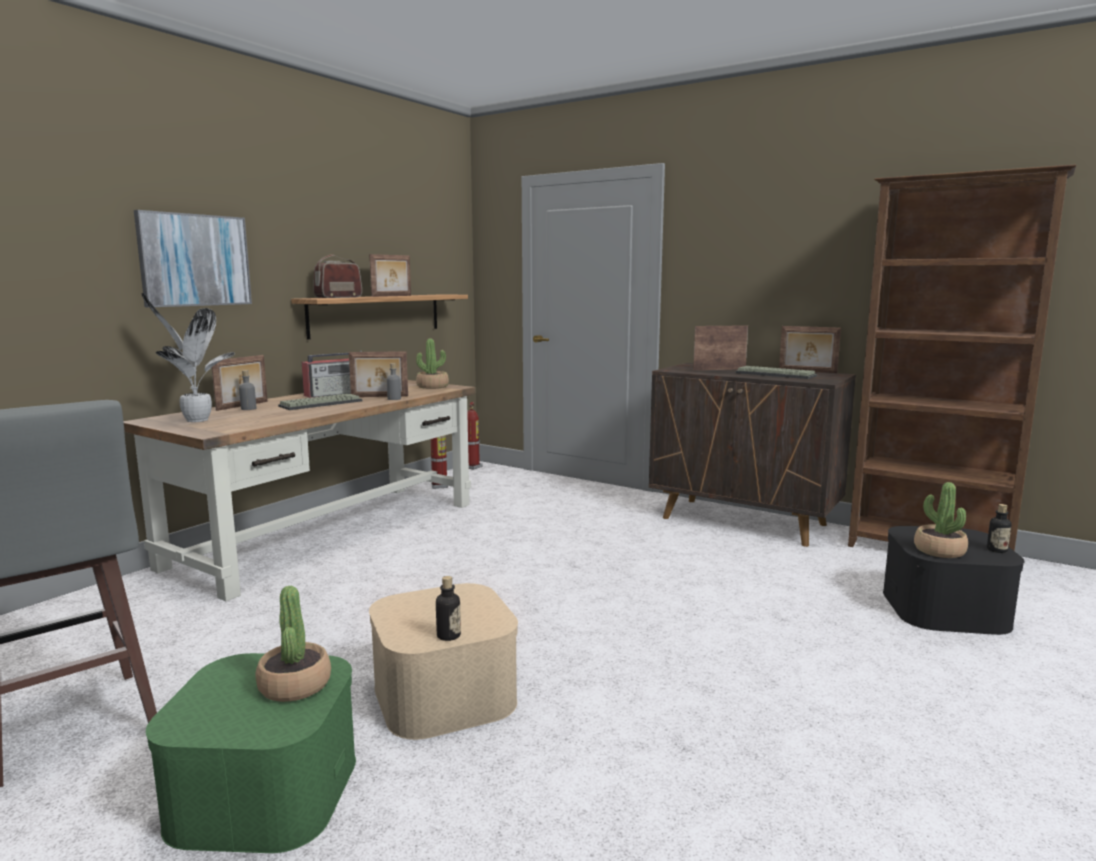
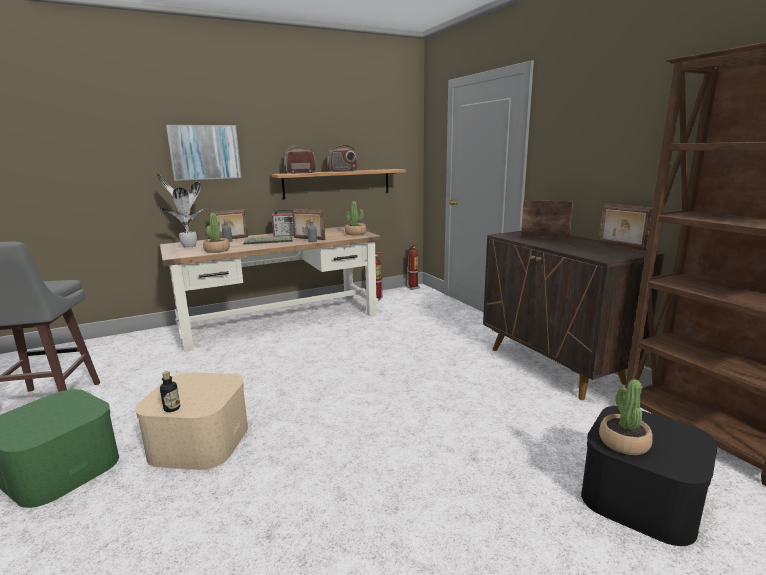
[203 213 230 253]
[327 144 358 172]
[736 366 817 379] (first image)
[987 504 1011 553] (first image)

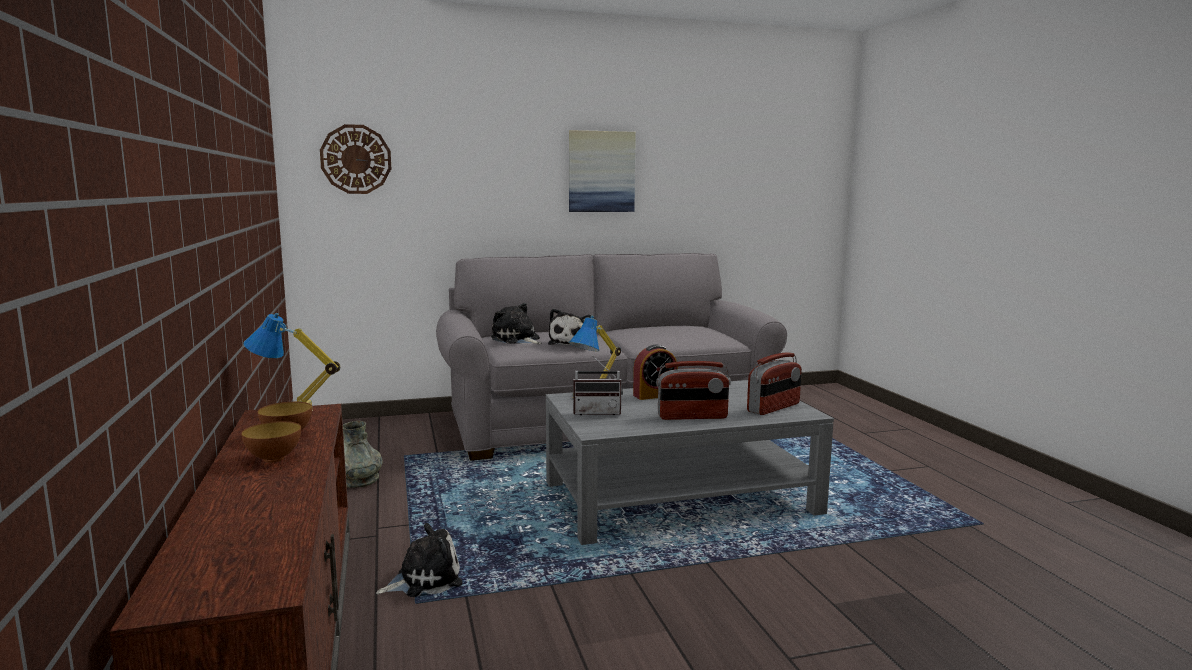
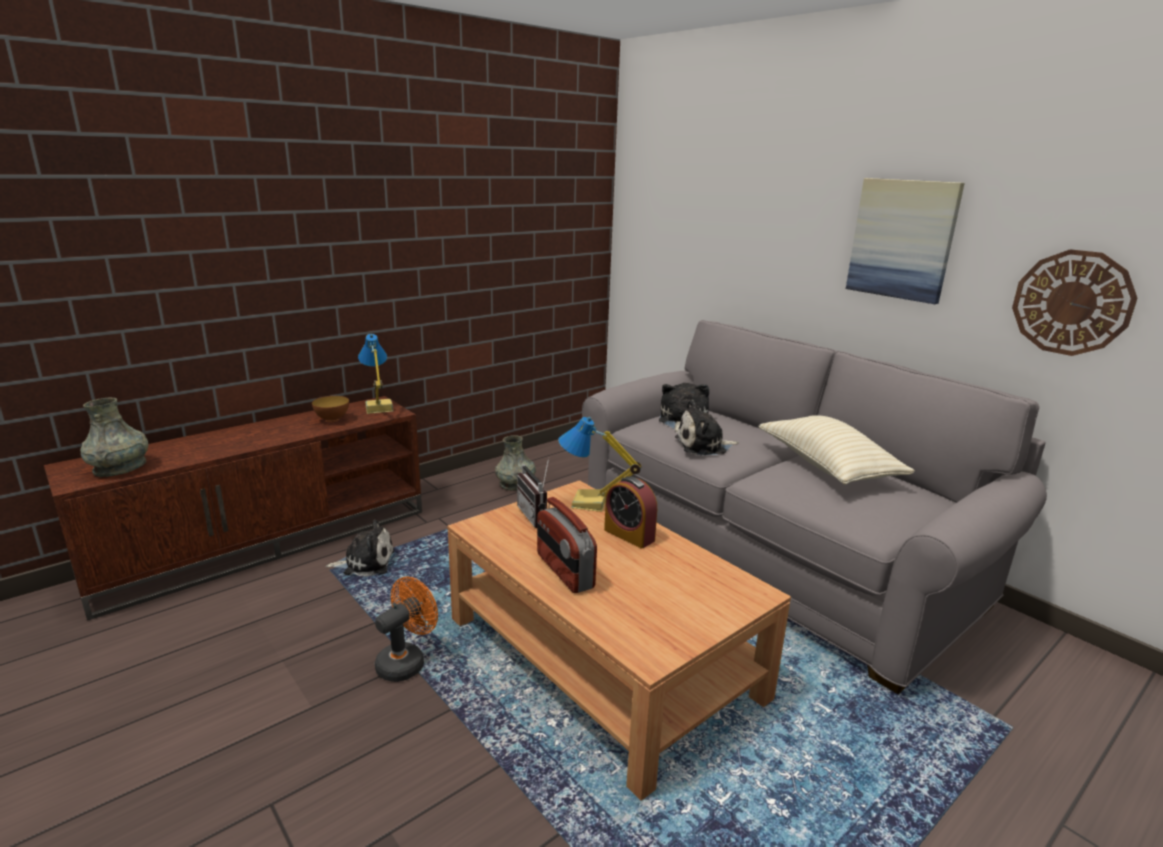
[241 421 301 463] (first image)
[1012 249 1137 356]
[326 520 394 577]
[447 480 791 801]
[747 352 802 415] (first image)
[80 398 148 477]
[375 576 438 682]
[758 415 915 485]

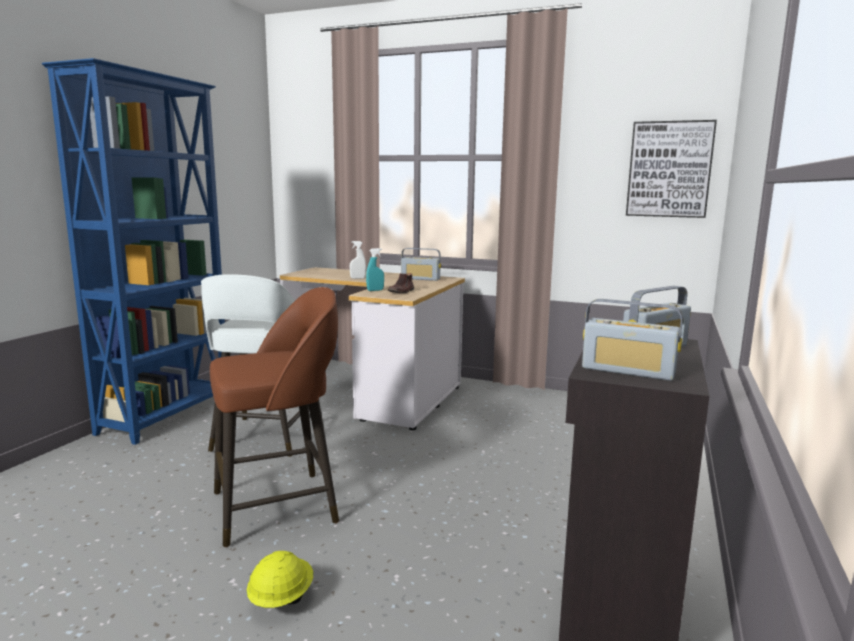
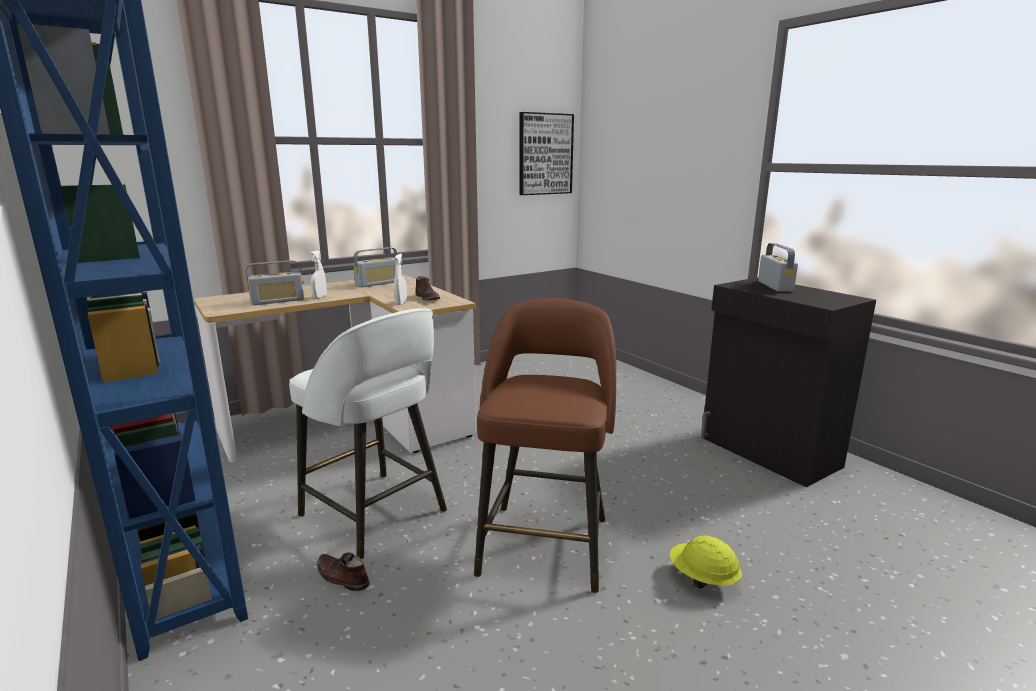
[394 253 407 305]
[246 260 304 305]
[317 552 370 591]

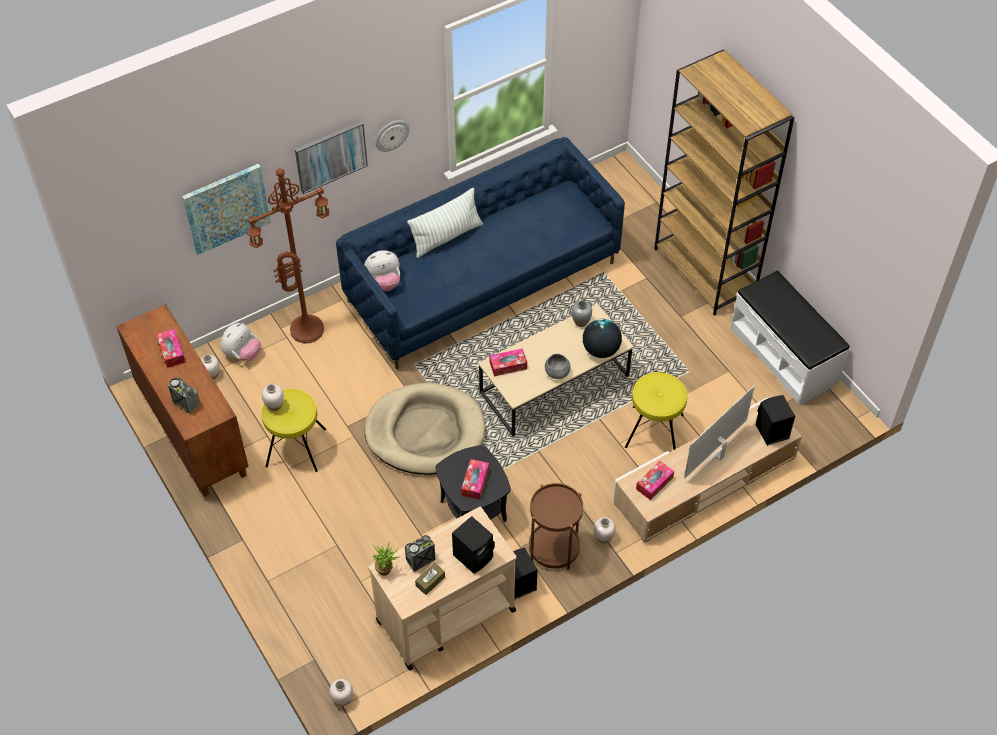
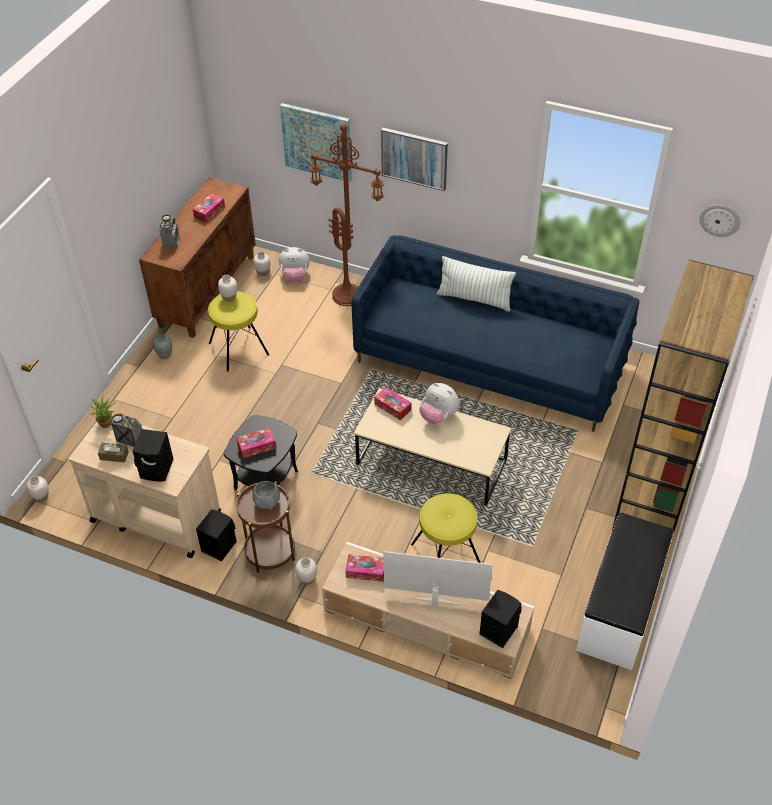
[419 383 460 424]
[365 383 486 475] (first image)
[699 204 741 237]
[252 481 280 509]
[153 334 172 359]
[583 319 622 358] (first image)

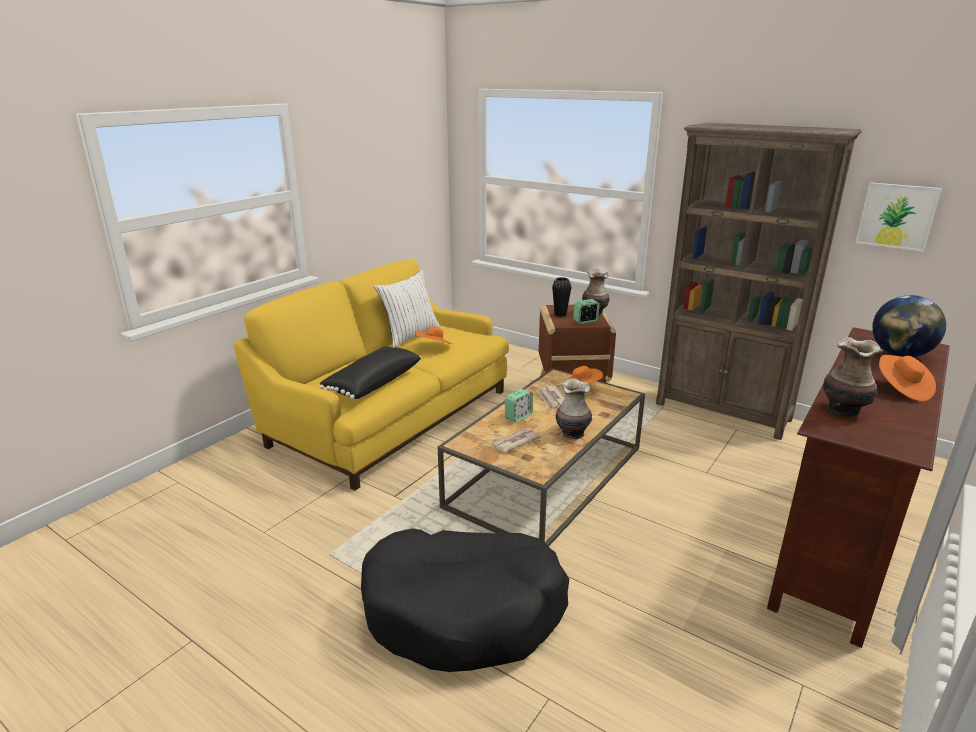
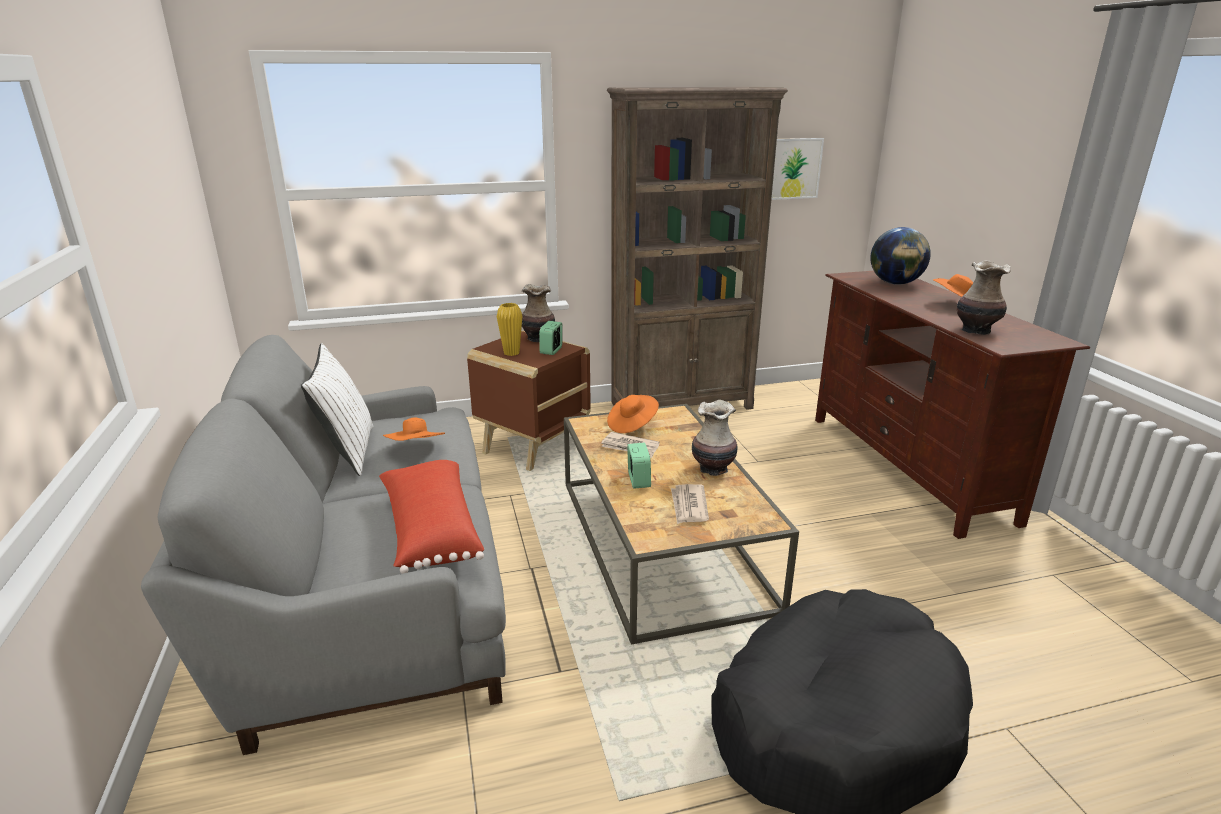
[141 335 506 755]
[379 460 484 574]
[497 303 522 356]

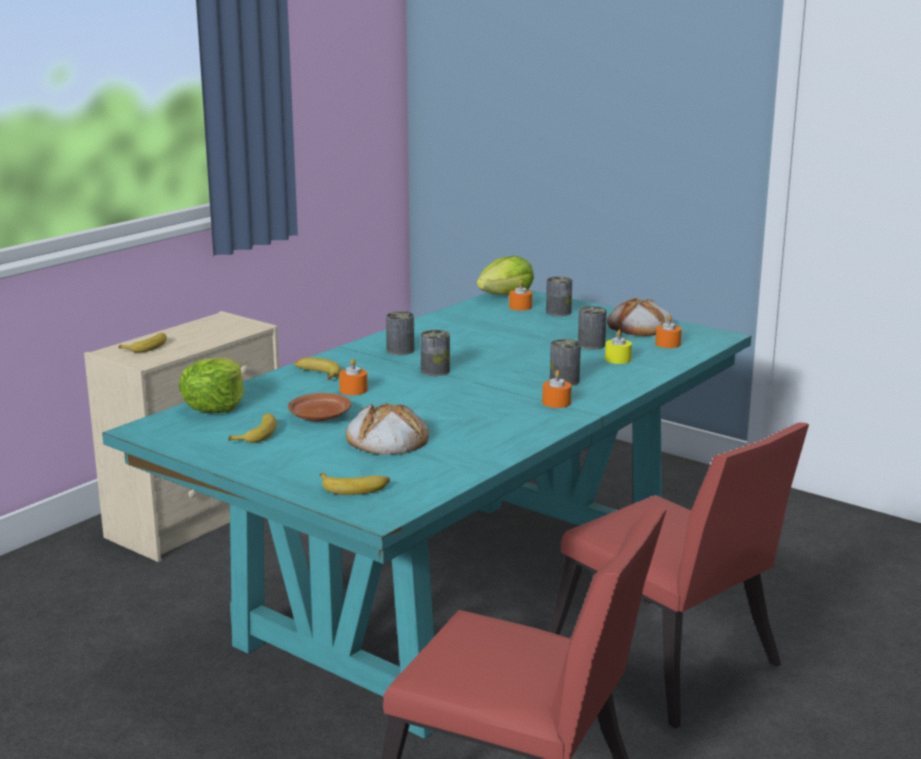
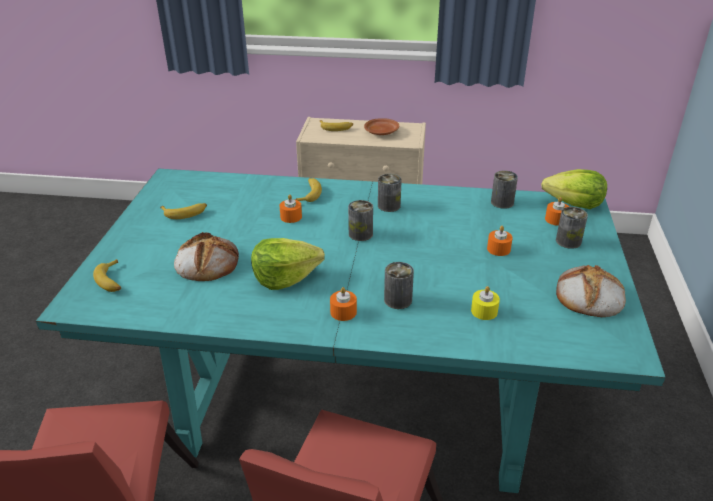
[251 238 325 290]
[364 118 399 135]
[491 170 518 209]
[487 226 513 256]

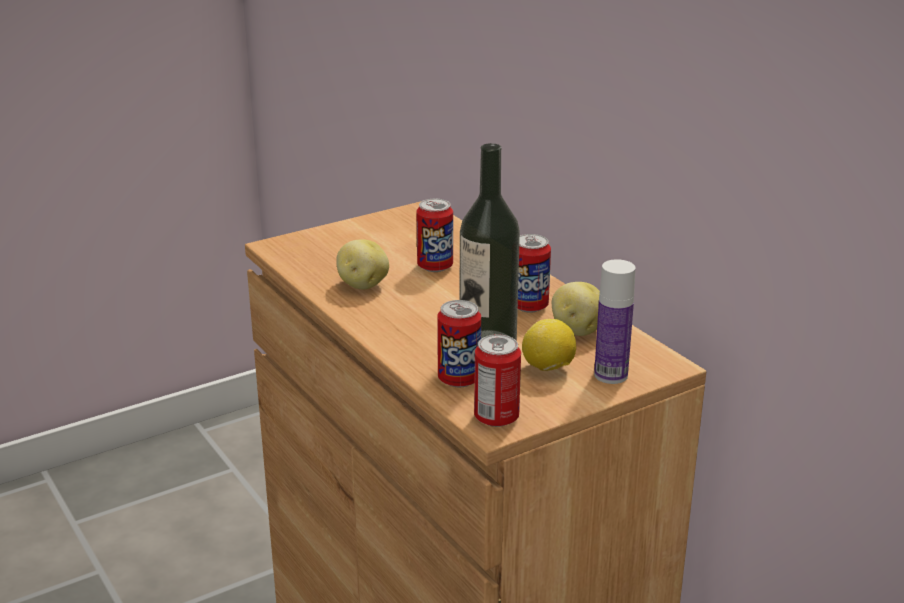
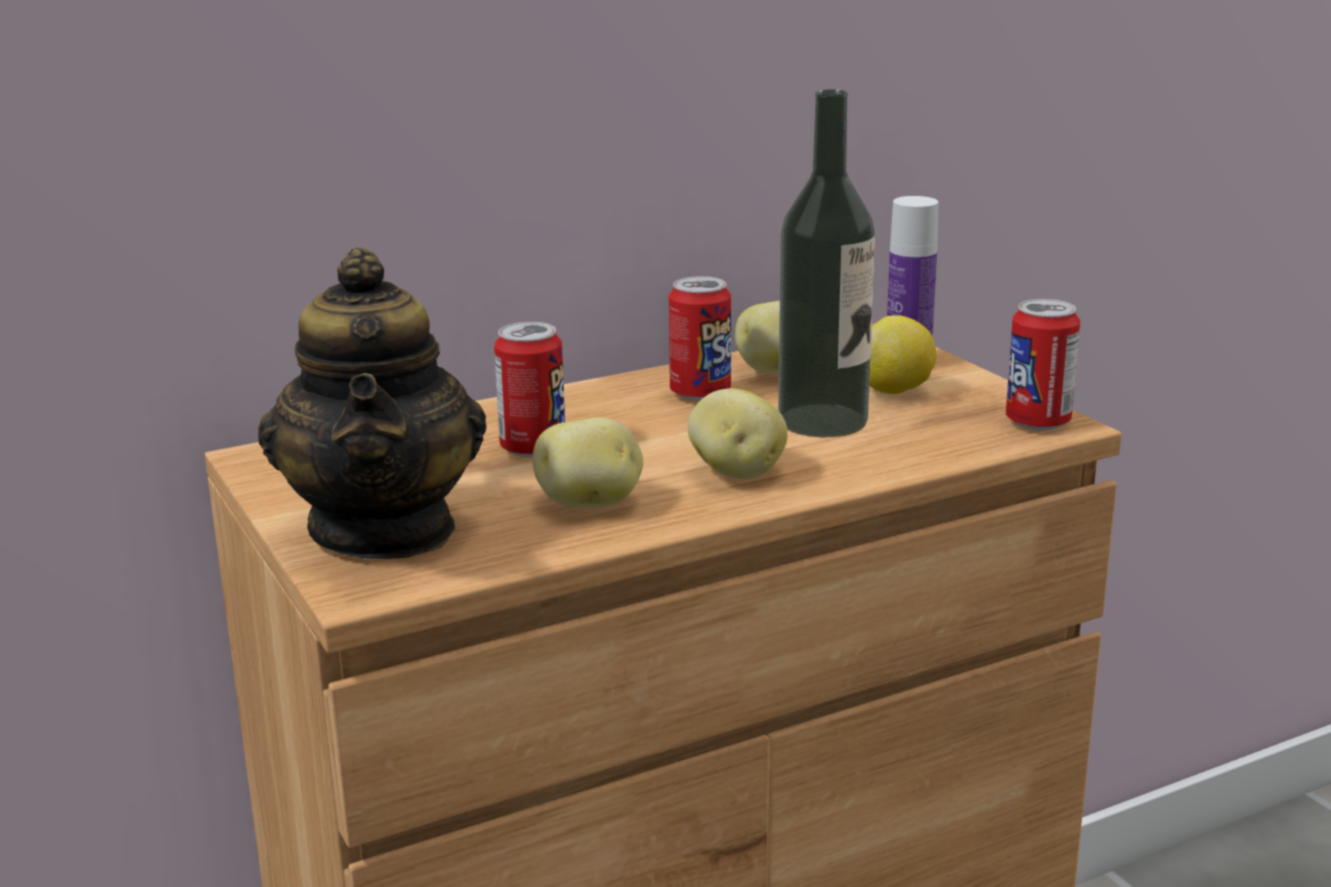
[437 300 481 387] (first image)
[258 247 487 559]
[688 388 788 479]

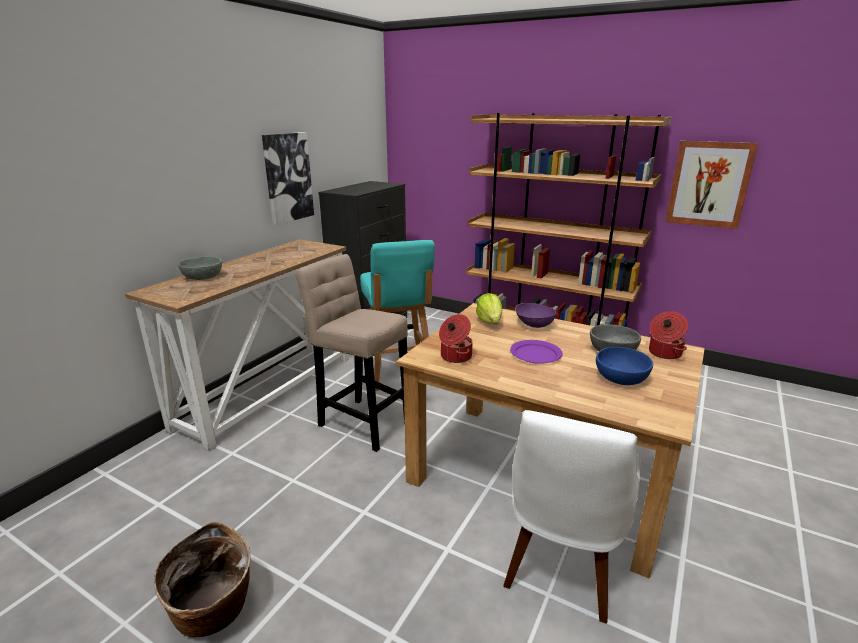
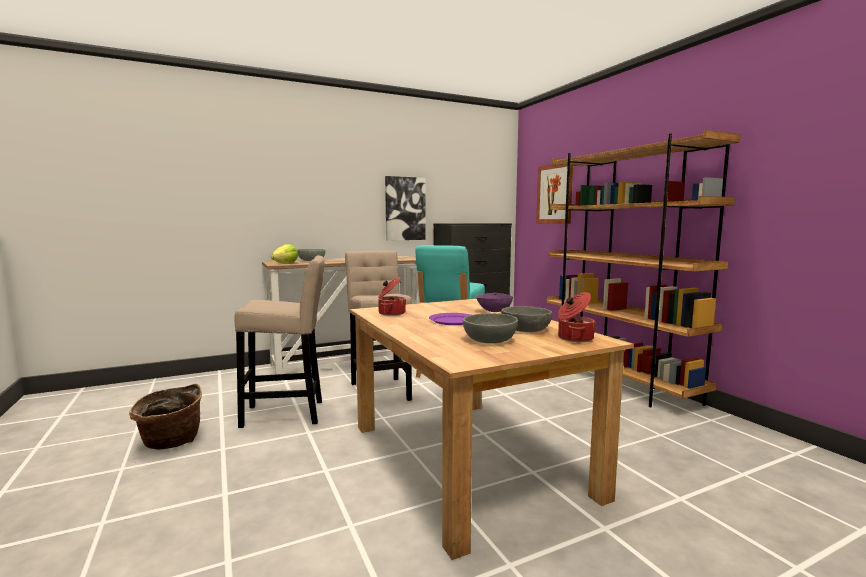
[271 244 298 264]
[503 410 640 624] (first image)
[463 313 518 343]
[536 164 573 224]
[235 255 325 428]

